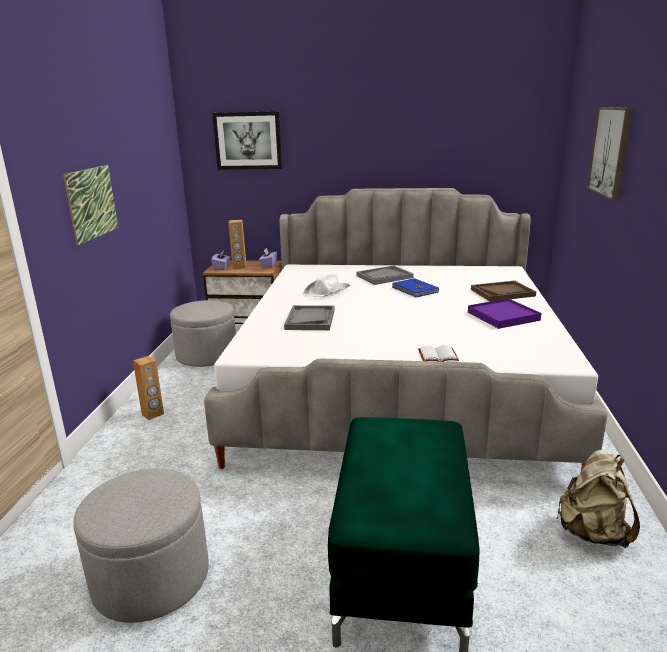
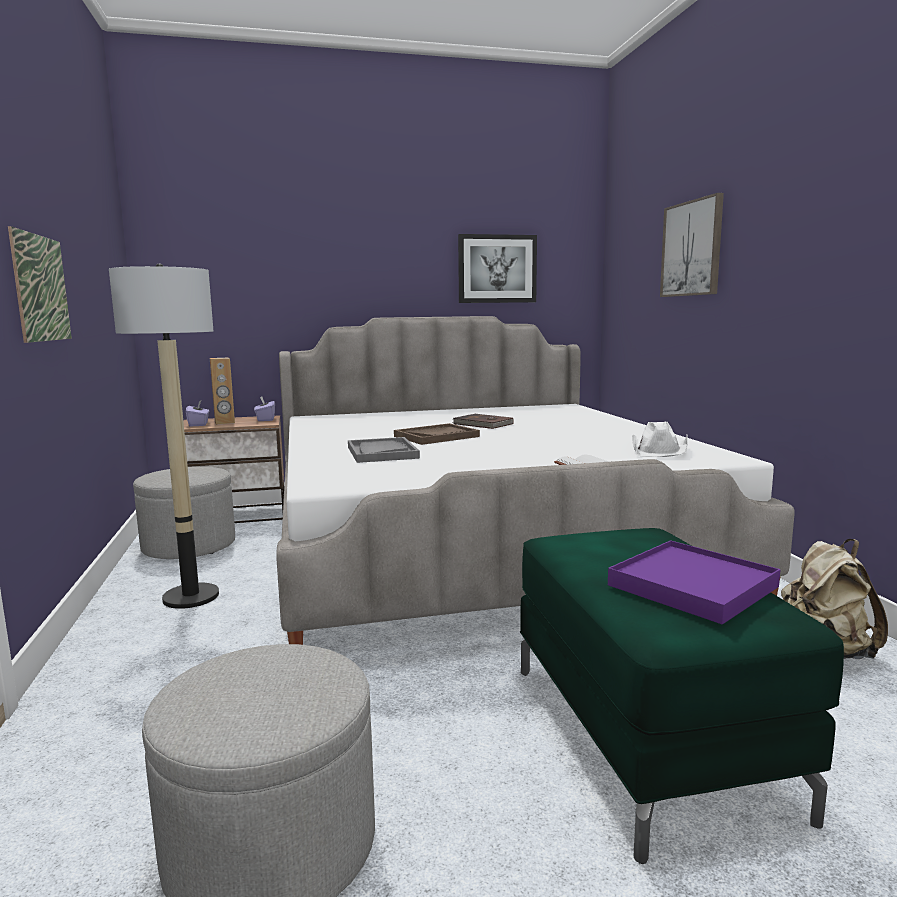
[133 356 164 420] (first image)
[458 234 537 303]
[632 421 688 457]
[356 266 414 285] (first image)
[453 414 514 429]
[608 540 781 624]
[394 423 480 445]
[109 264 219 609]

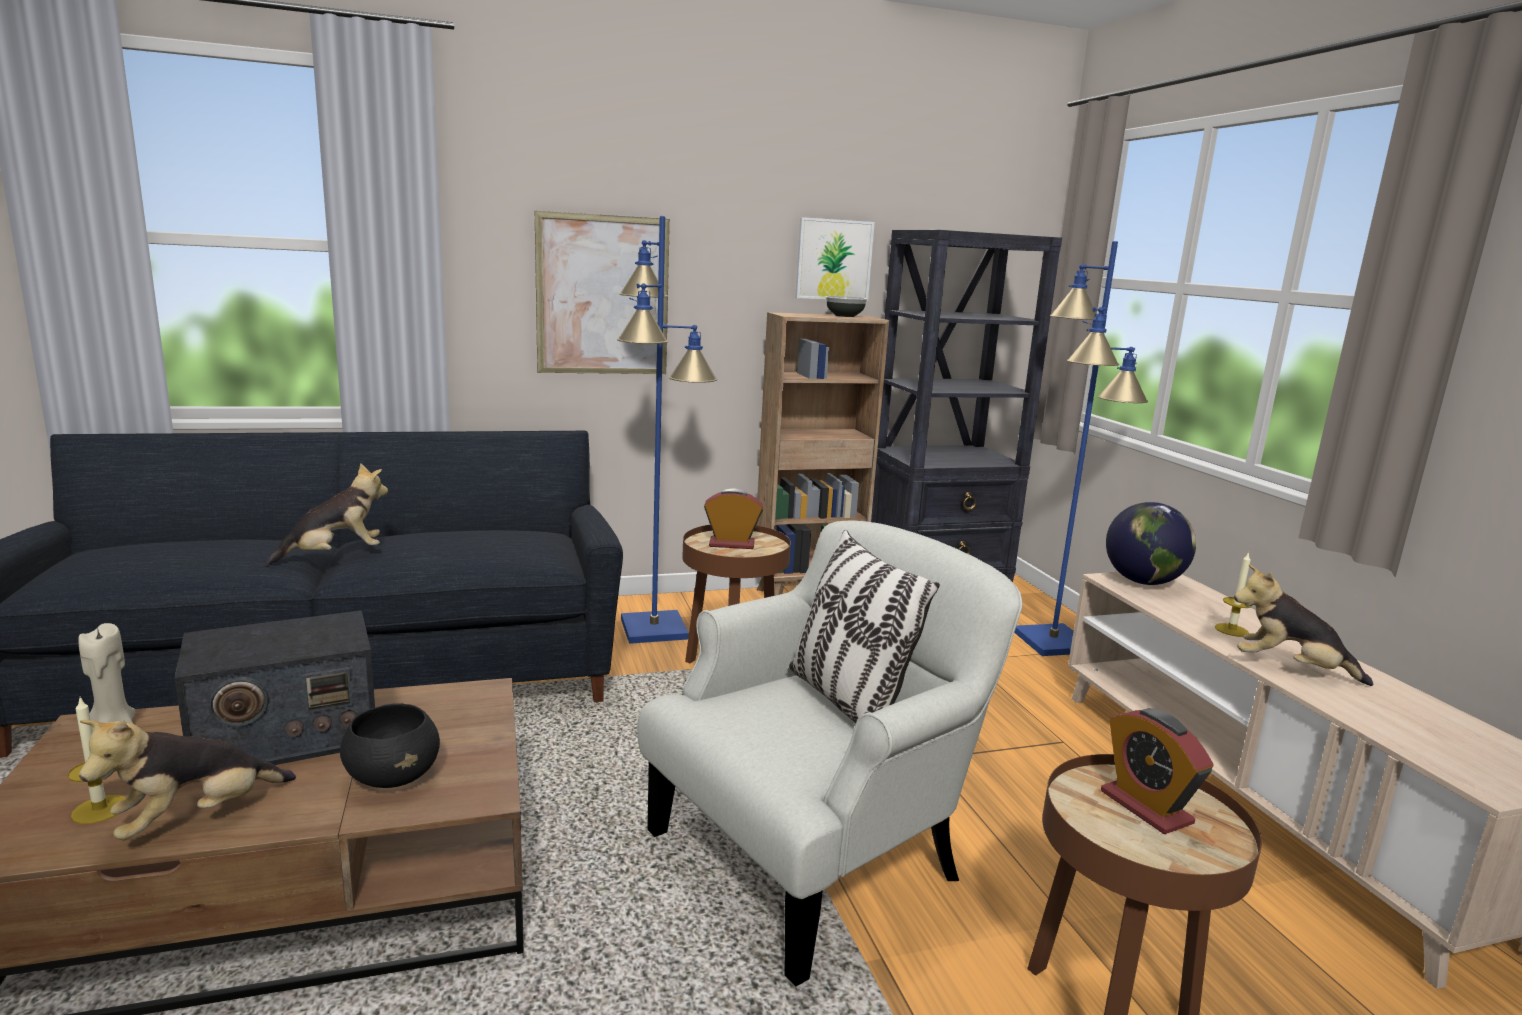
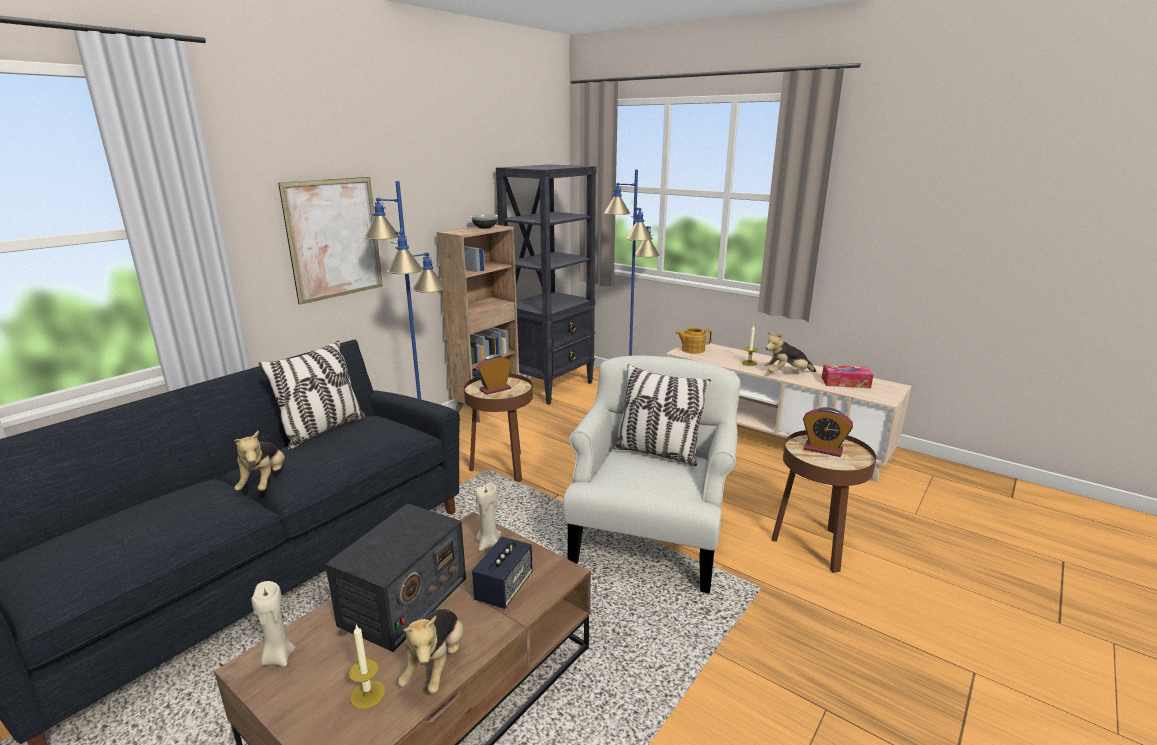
[234 431 285 491]
[472 537 533 609]
[795 217 875 301] (first image)
[676 328 712 354]
[259 340 365 450]
[476 482 501 551]
[822 365 873 388]

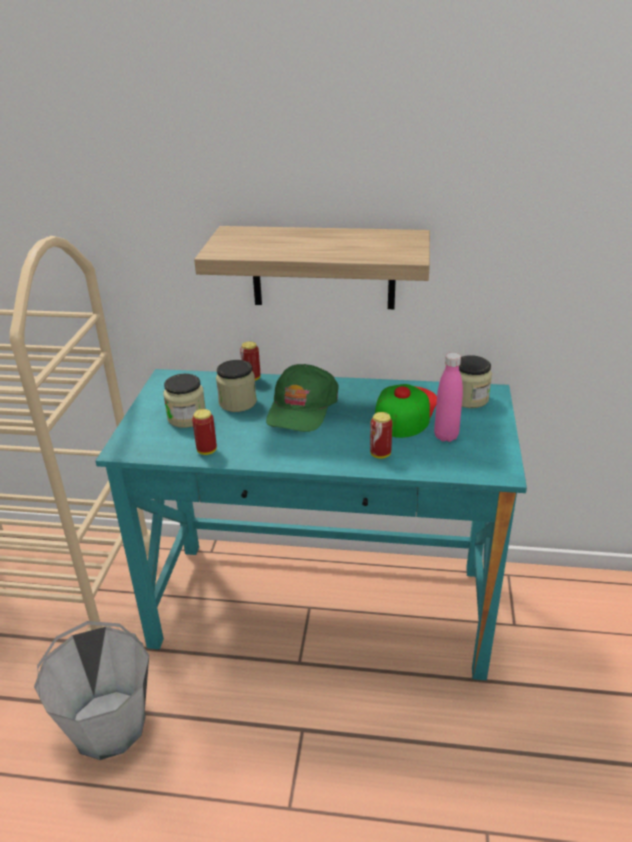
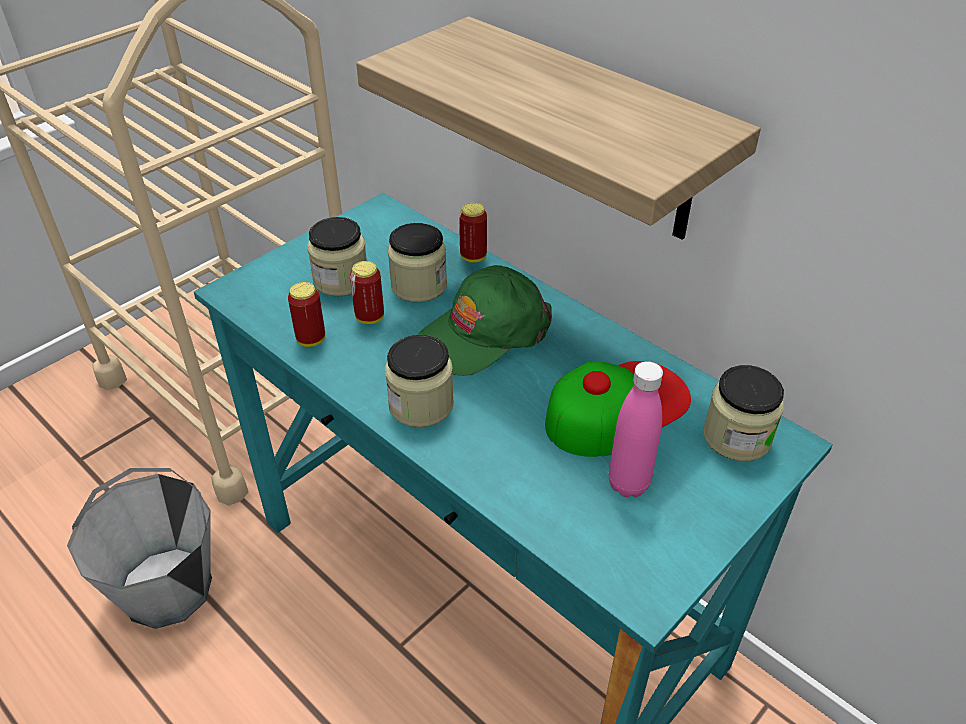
[350 261 384 324]
[385 335 454 427]

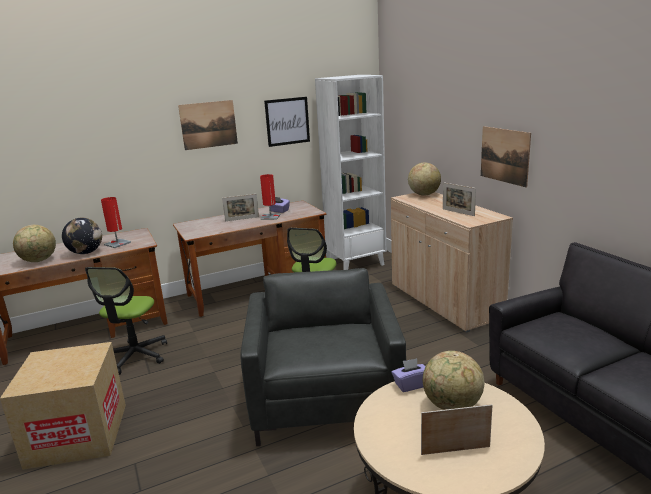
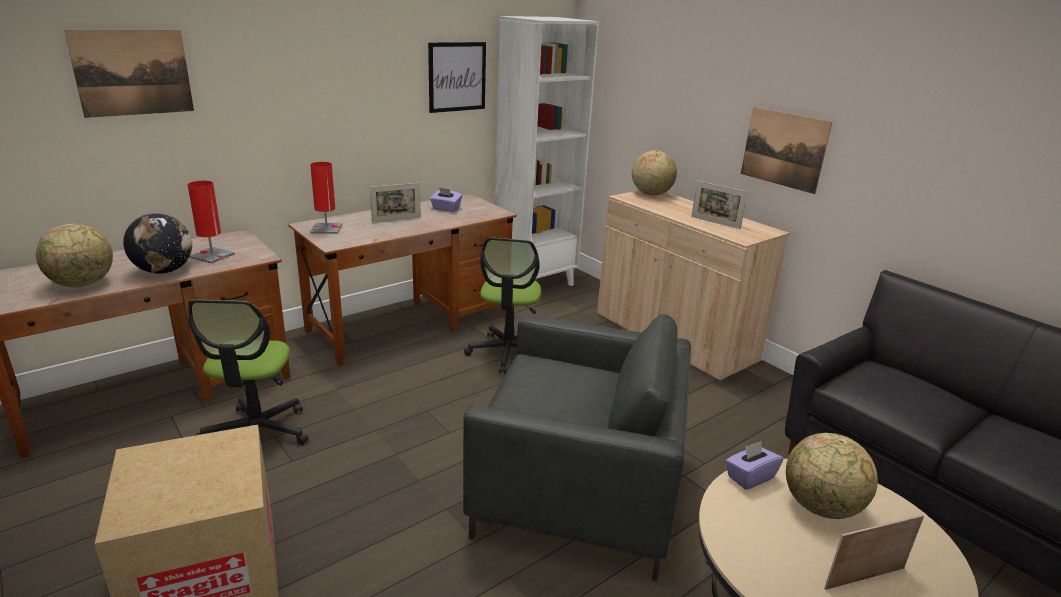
[64 30 194 118]
[463 314 691 581]
[310 162 342 234]

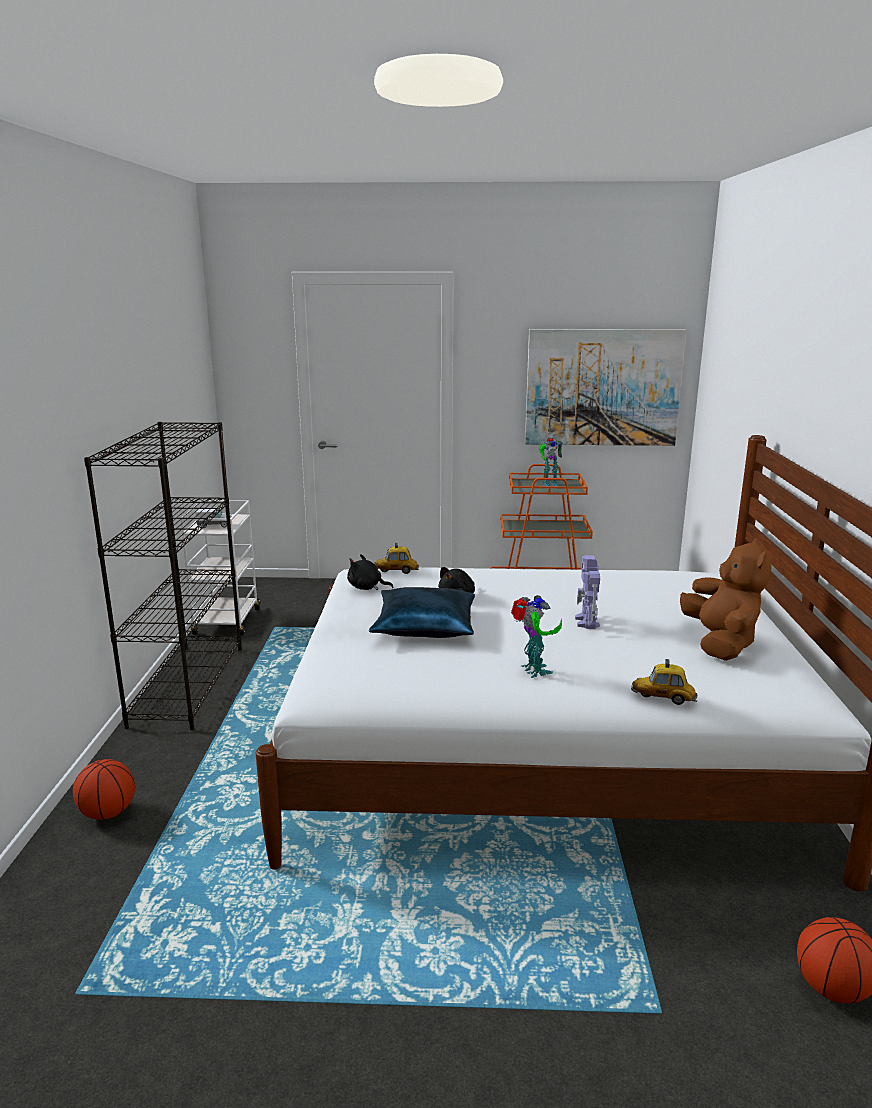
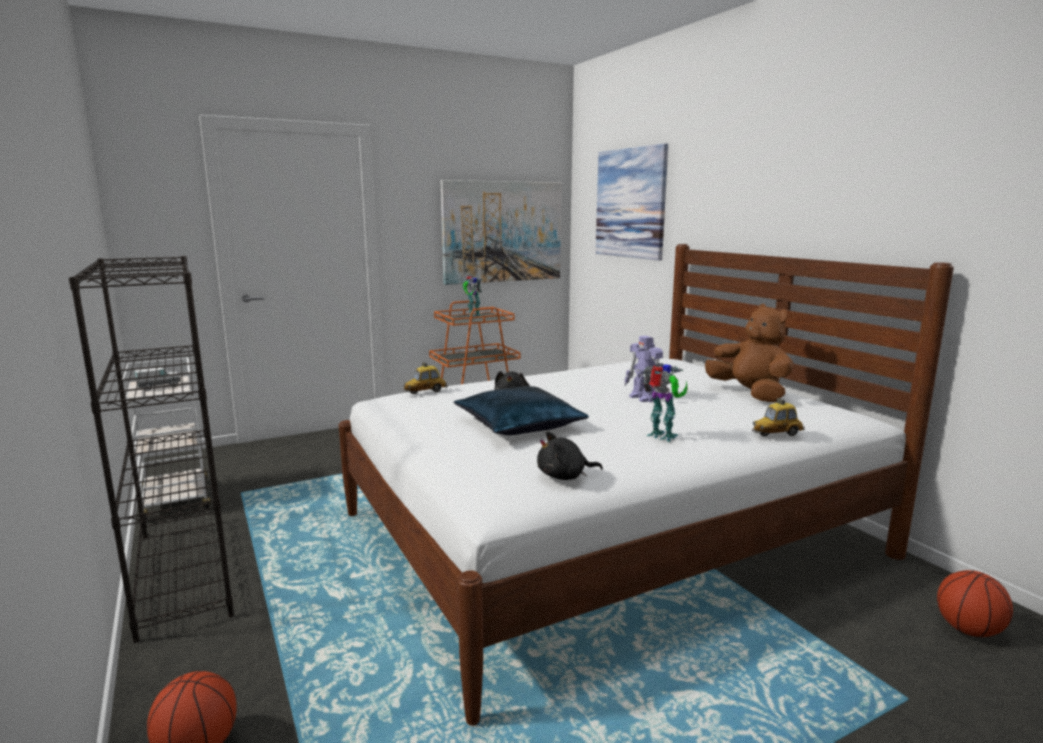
[537 431 603 480]
[596 143 668 261]

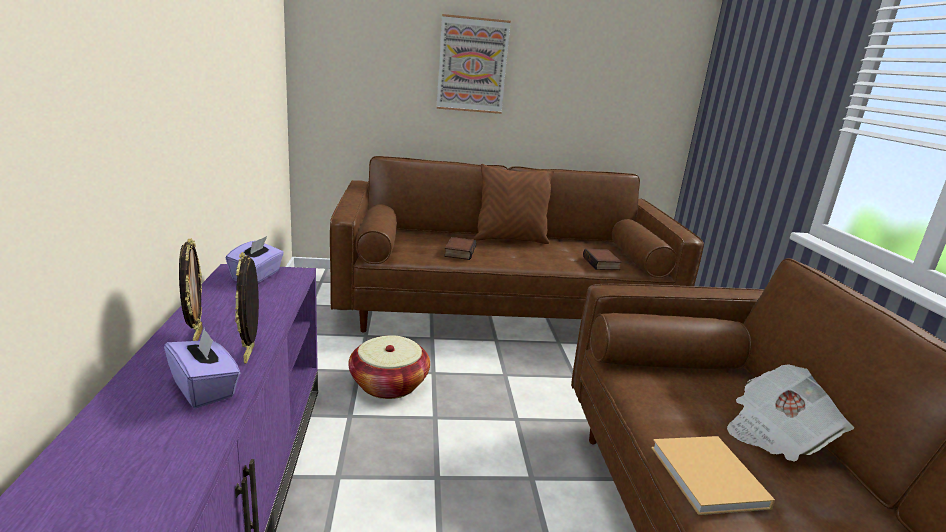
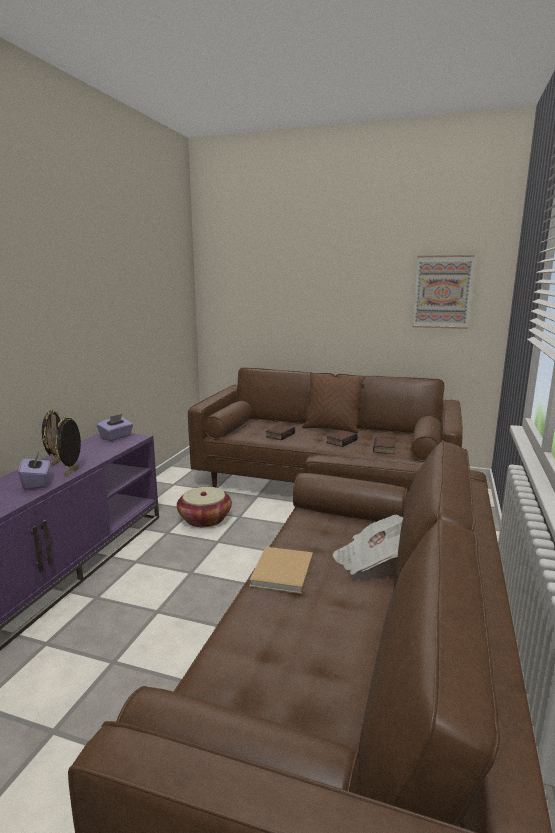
[413 255 475 329]
[326 430 358 447]

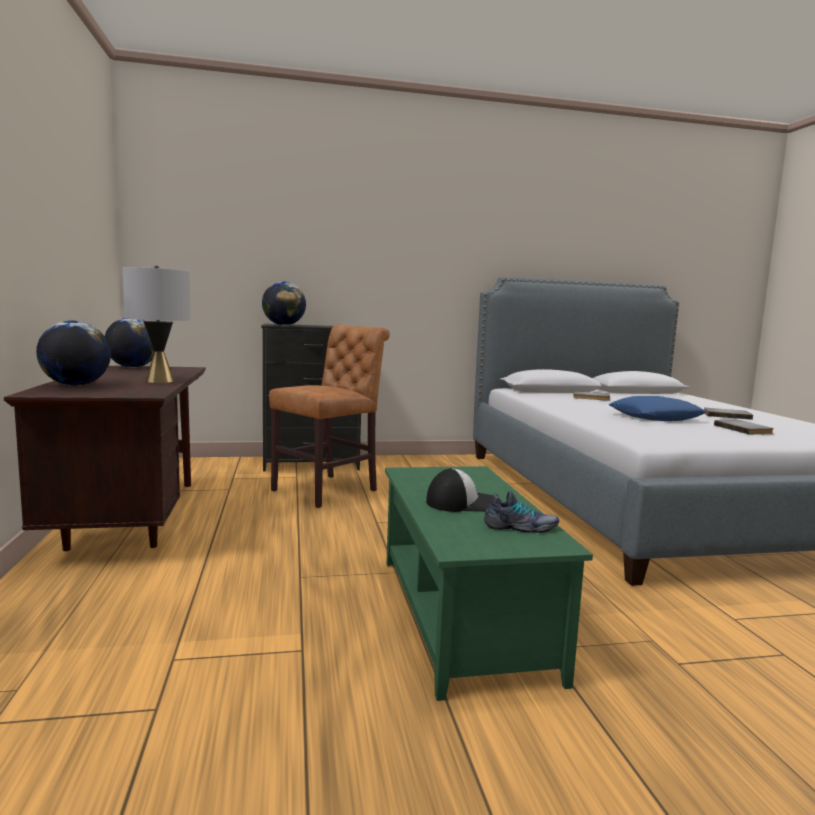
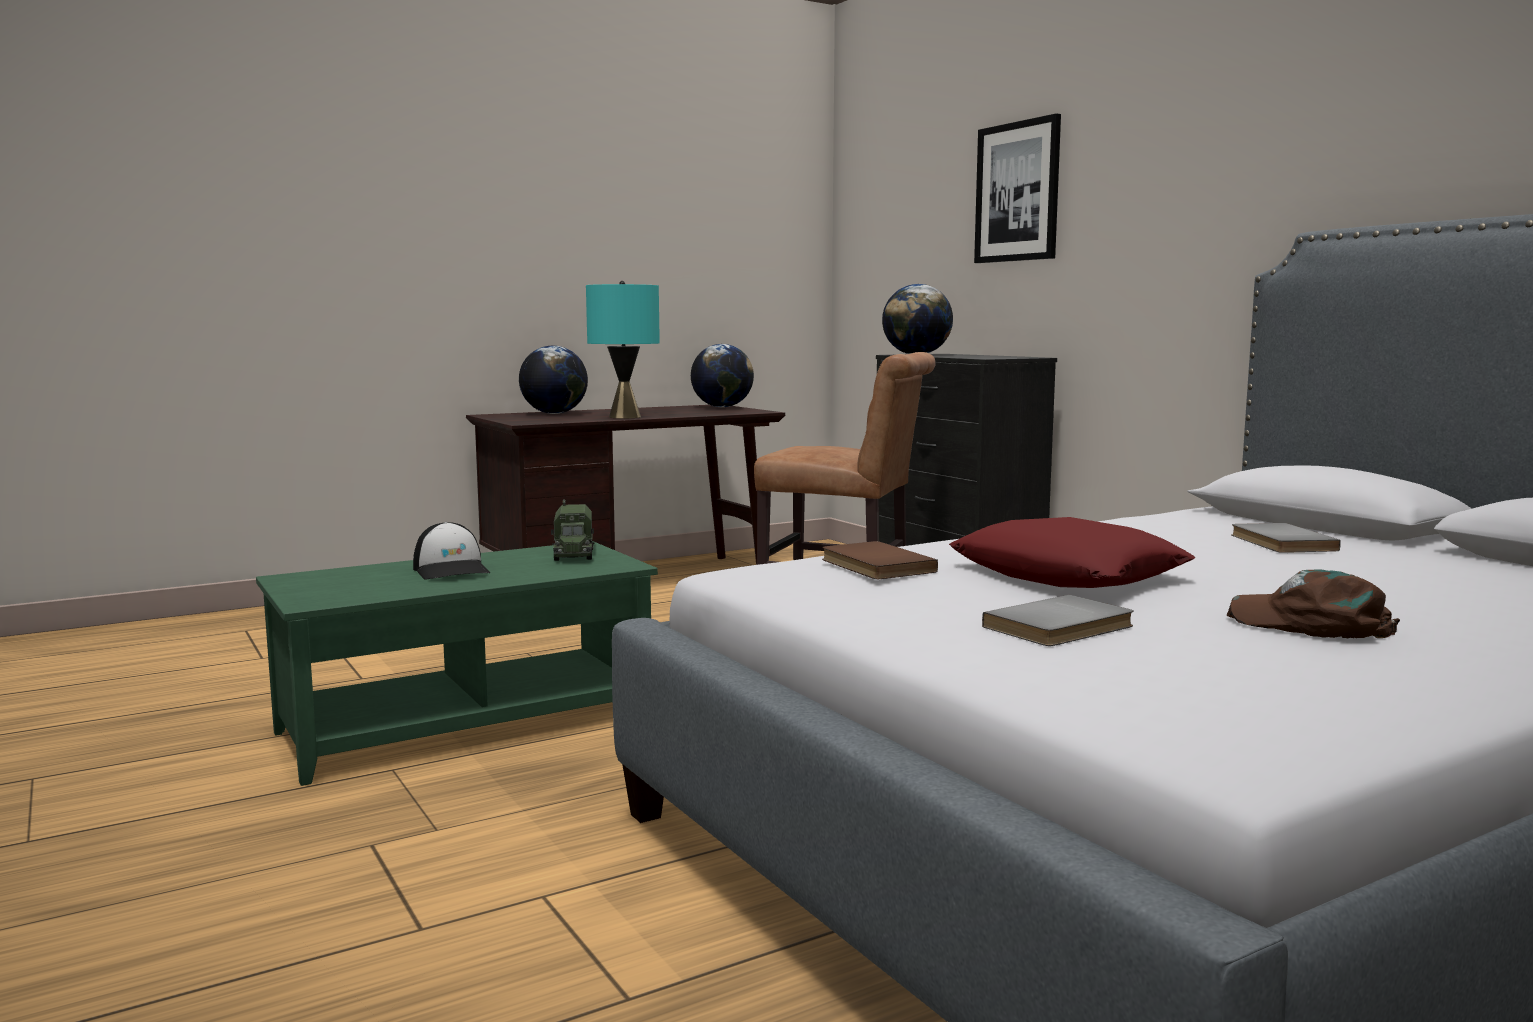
[586 281 660 419]
[484 491 559 533] (first image)
[949 517 1195 588]
[1227 569 1400 638]
[551 499 595 561]
[822 541 938 579]
[974 113 1061 263]

